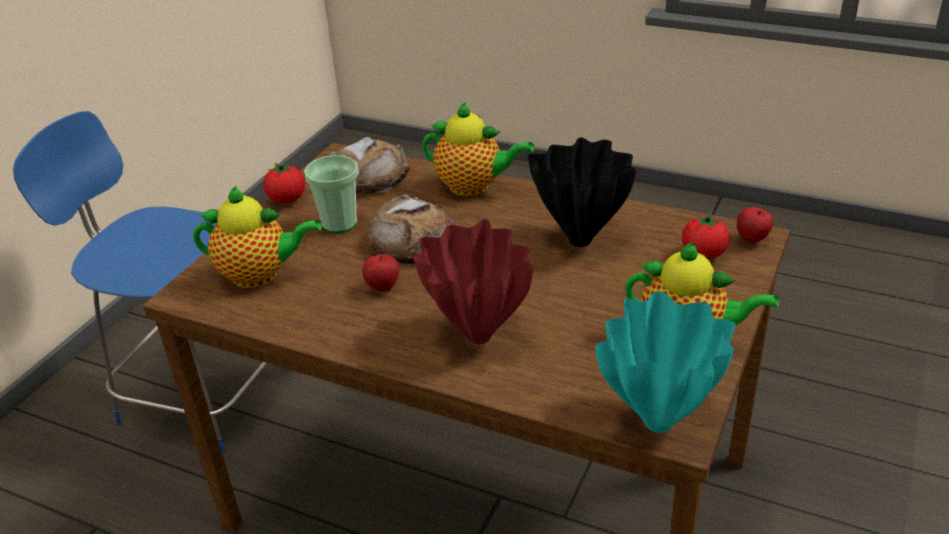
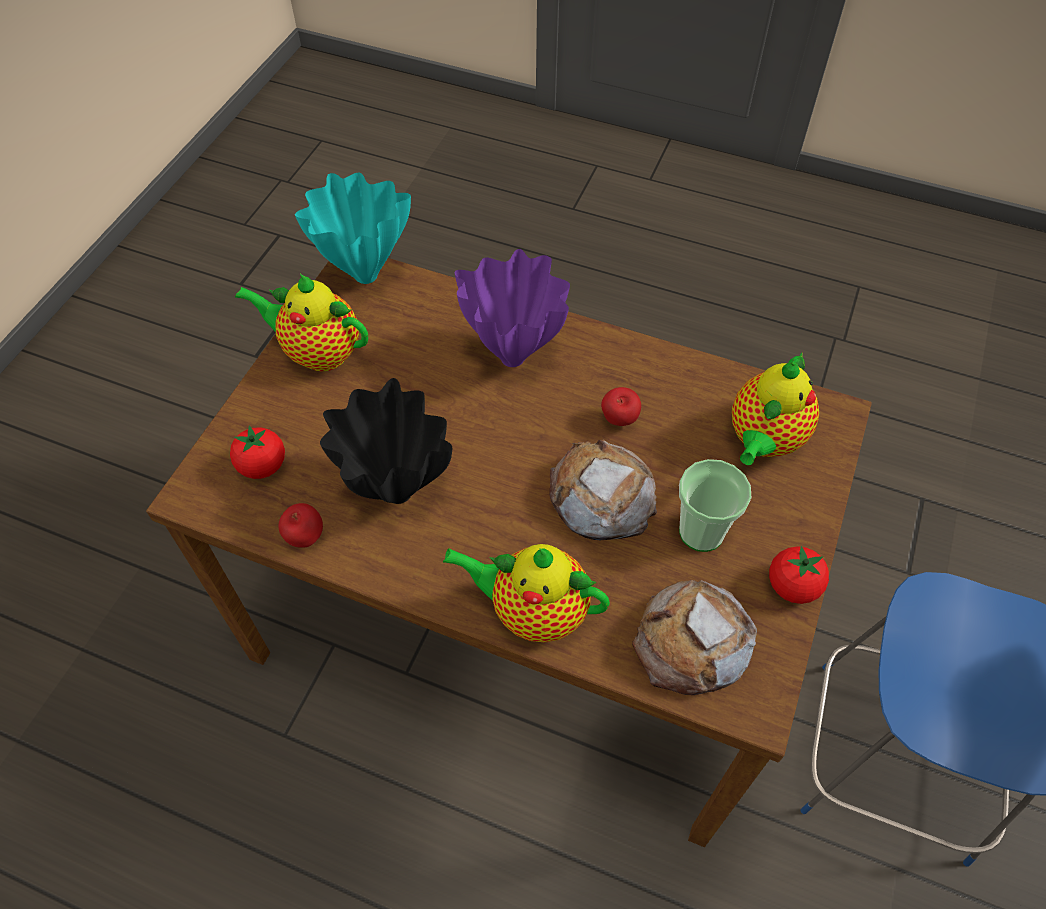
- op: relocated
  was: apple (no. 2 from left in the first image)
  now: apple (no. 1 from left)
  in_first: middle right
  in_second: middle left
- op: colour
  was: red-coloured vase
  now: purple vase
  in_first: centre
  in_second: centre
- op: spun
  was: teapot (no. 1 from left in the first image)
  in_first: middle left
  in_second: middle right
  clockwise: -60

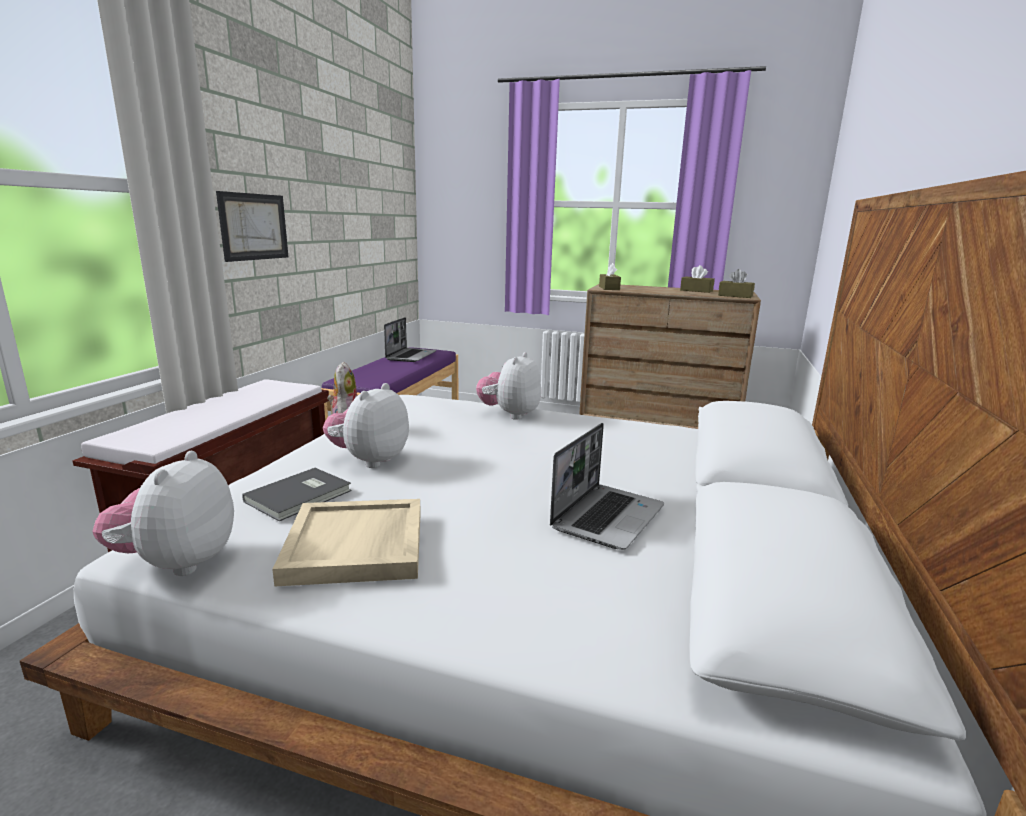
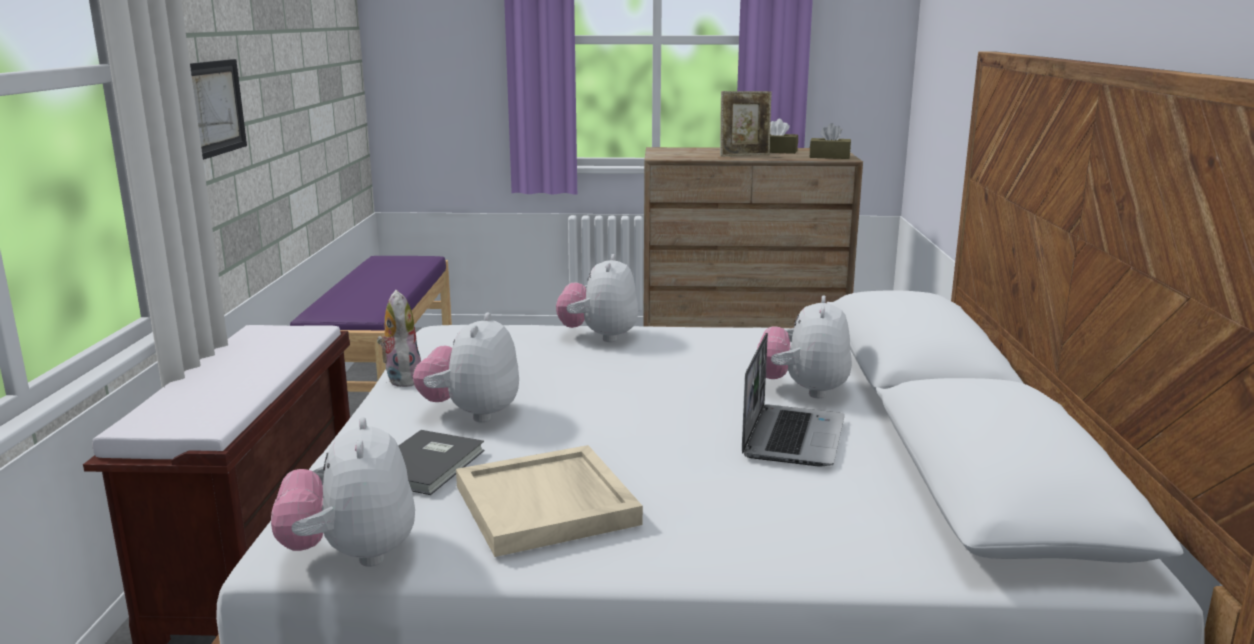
- op: appeared
  now: standing frame
  in_second: top centre
- op: appeared
  now: soft toy (no. 5 from left)
  in_second: centre
- op: missing
  was: portable computer (no. 1 from left)
  in_first: centre
- op: missing
  was: brownish box of tissues (no. 1 from left)
  in_first: centre

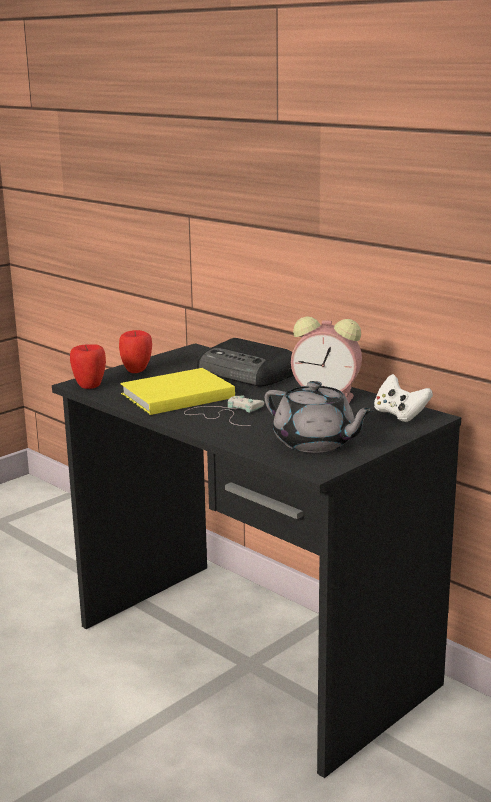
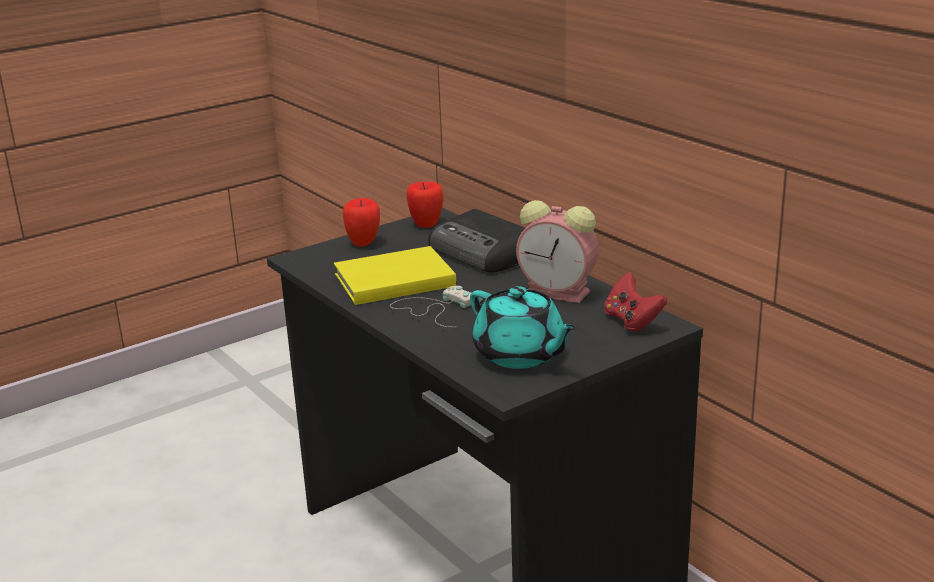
- op: relocated
  was: apple (no. 1 from left in the first image)
  now: apple (no. 2 from left)
  in_first: middle left
  in_second: centre
- op: colour
  was: greyish teapot
  now: turquoise teapot
  in_first: centre
  in_second: centre
- op: colour
  was: white game controller (no. 2 from left)
  now: red-coloured game controller
  in_first: middle right
  in_second: middle right

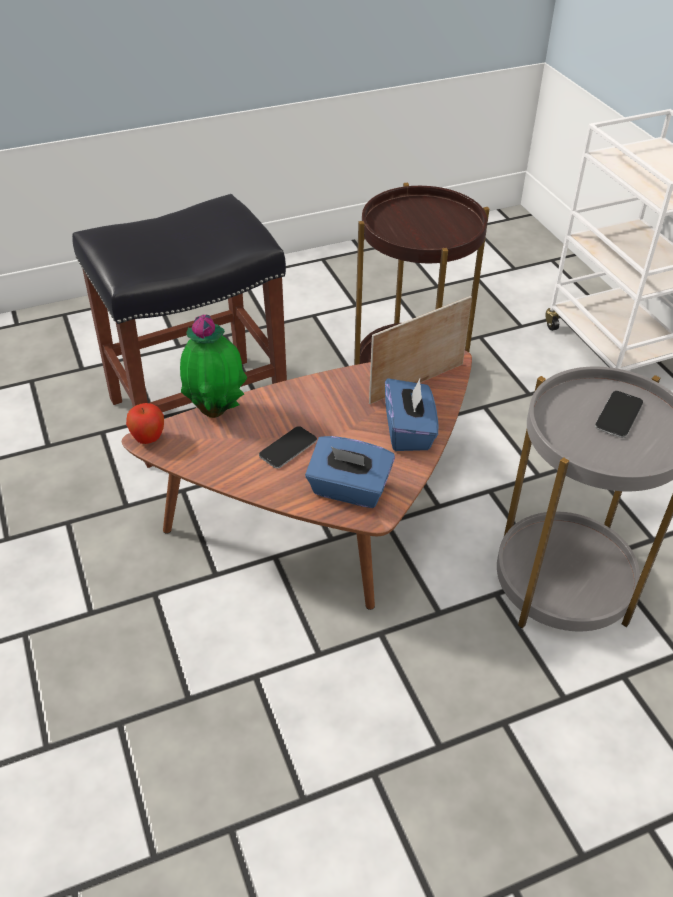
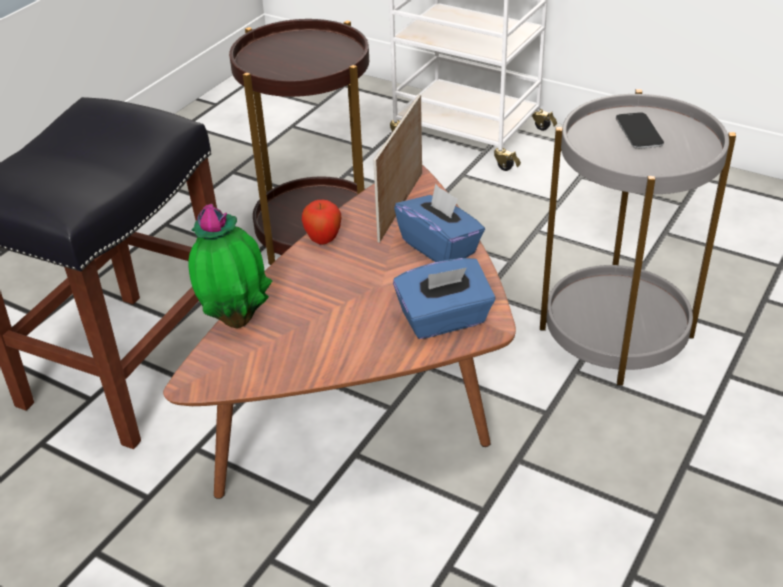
- op: relocated
  was: apple
  in_first: middle left
  in_second: centre
- op: missing
  was: telephone (no. 1 from left)
  in_first: centre

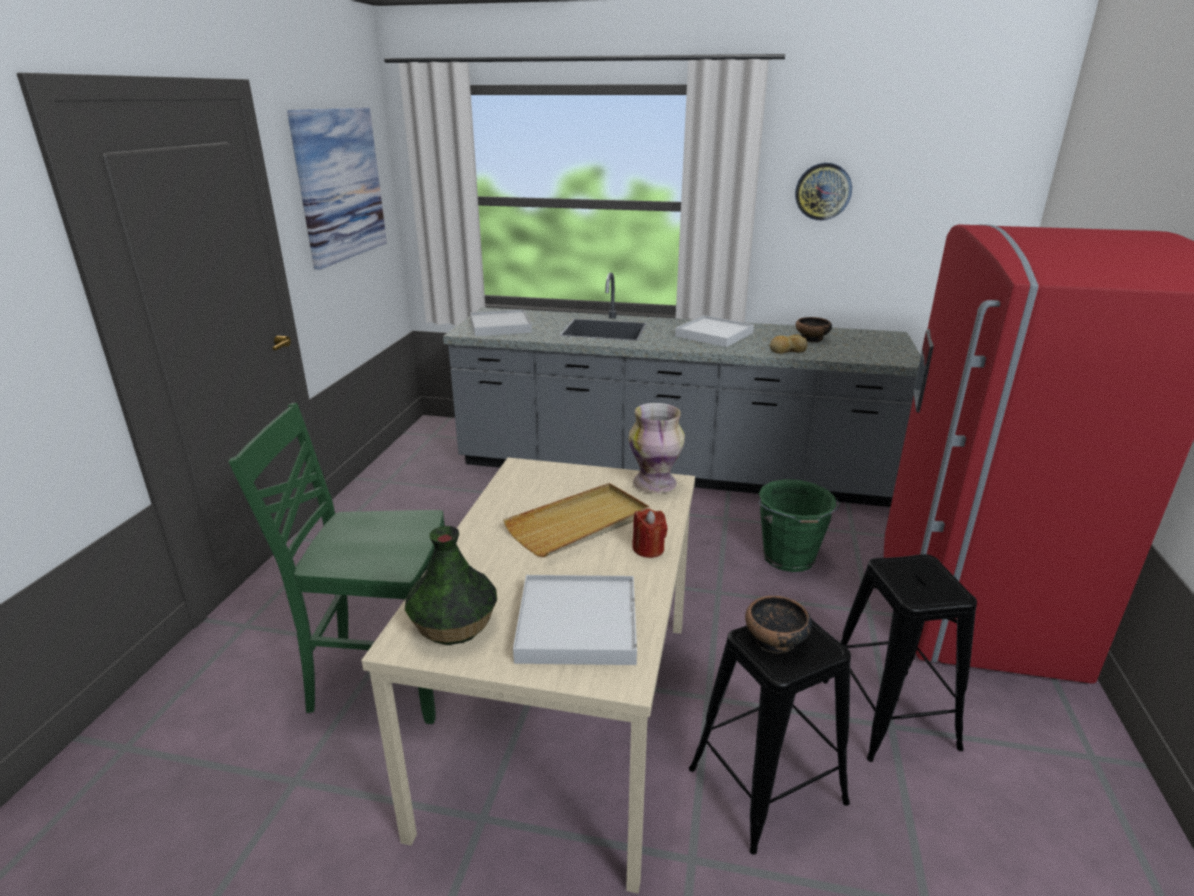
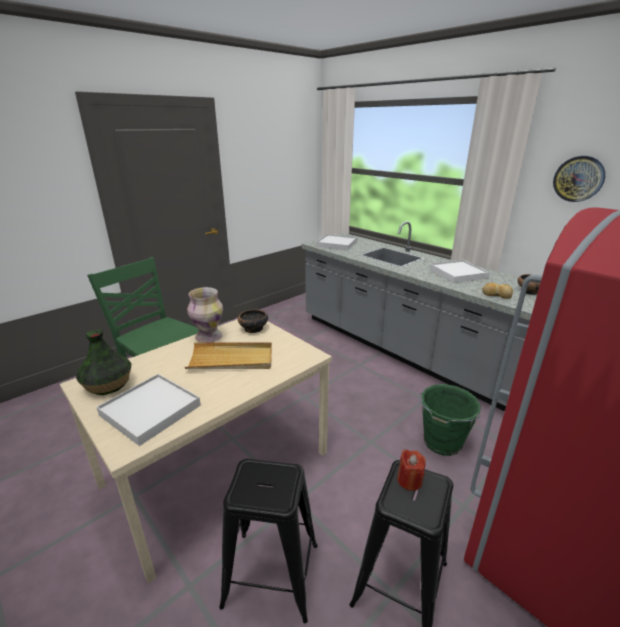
- op: relocated
  was: vase (no. 2 from left)
  in_first: centre
  in_second: middle left
- op: relocated
  was: serving bowl (no. 1 from left)
  in_first: bottom centre
  in_second: centre
- op: relocated
  was: red-coloured candle
  in_first: centre
  in_second: bottom centre
- op: missing
  was: wall picture
  in_first: top left

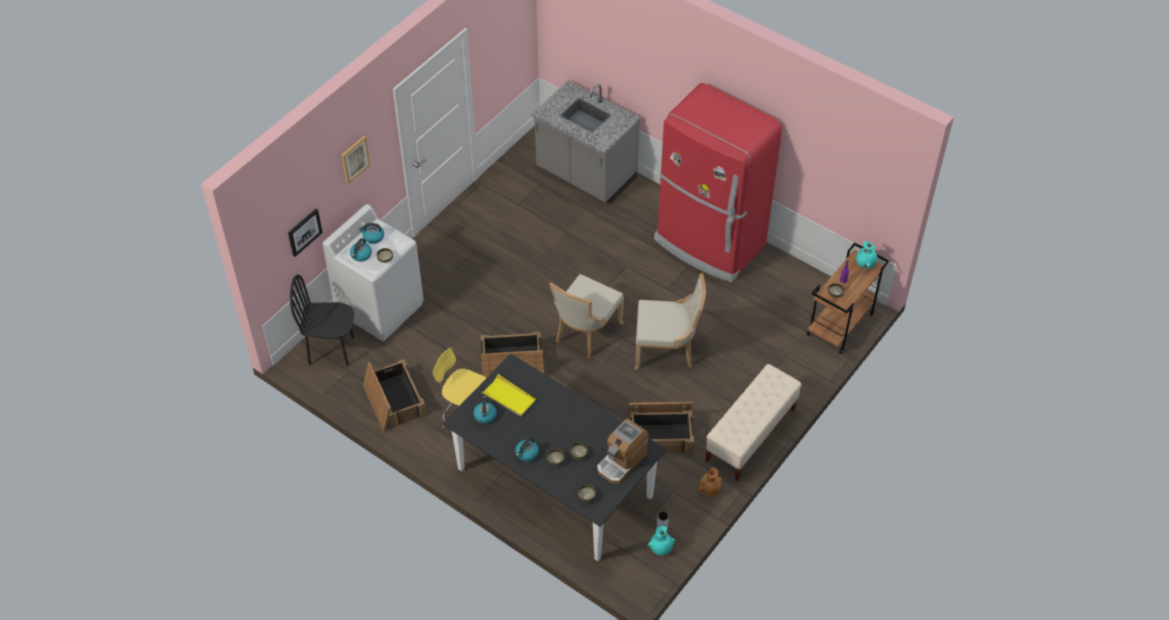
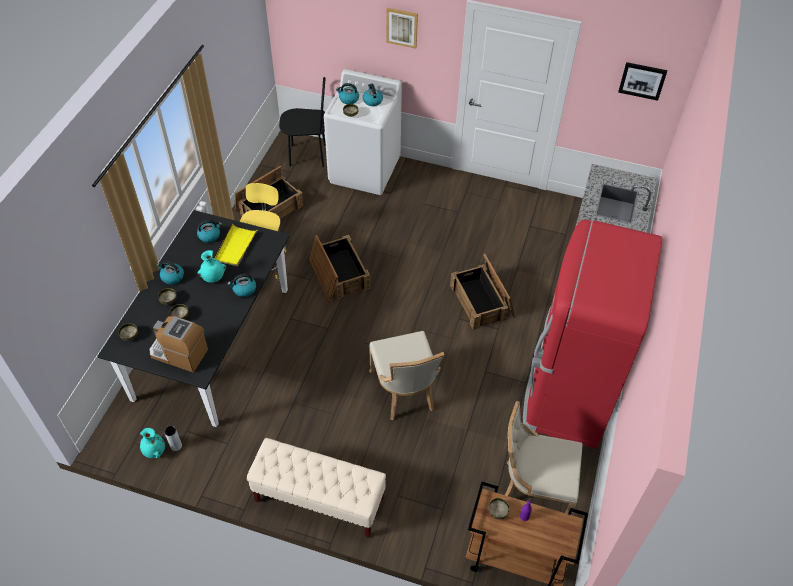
- op: relocated
  was: turquoise vase (no. 2 from left)
  in_first: middle right
  in_second: middle left
- op: appeared
  now: tea kettle (no. 3 from left)
  in_second: middle left
- op: spun
  was: blackish chair
  in_first: middle left
  in_second: top centre
  clockwise: 105
- op: relocated
  was: packing crate (no. 3 from left)
  in_first: bottom centre
  in_second: centre
- op: relocated
  was: sand-coloured chair (no. 1 from left in the first image)
  now: sand-coloured chair (no. 2 from left)
  in_first: centre
  in_second: bottom right
- op: relocated
  was: wall picture (no. 1 from left in the first image)
  now: wall picture (no. 2 from left)
  in_first: middle left
  in_second: top right
- op: missing
  was: brownish vase
  in_first: bottom centre

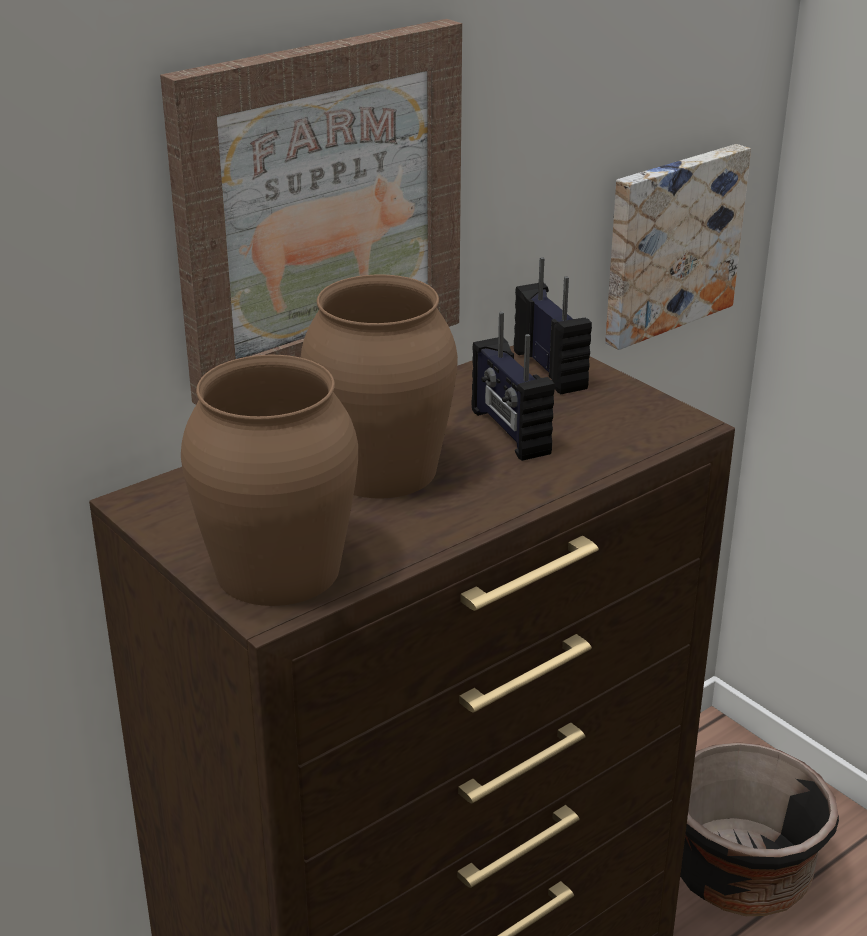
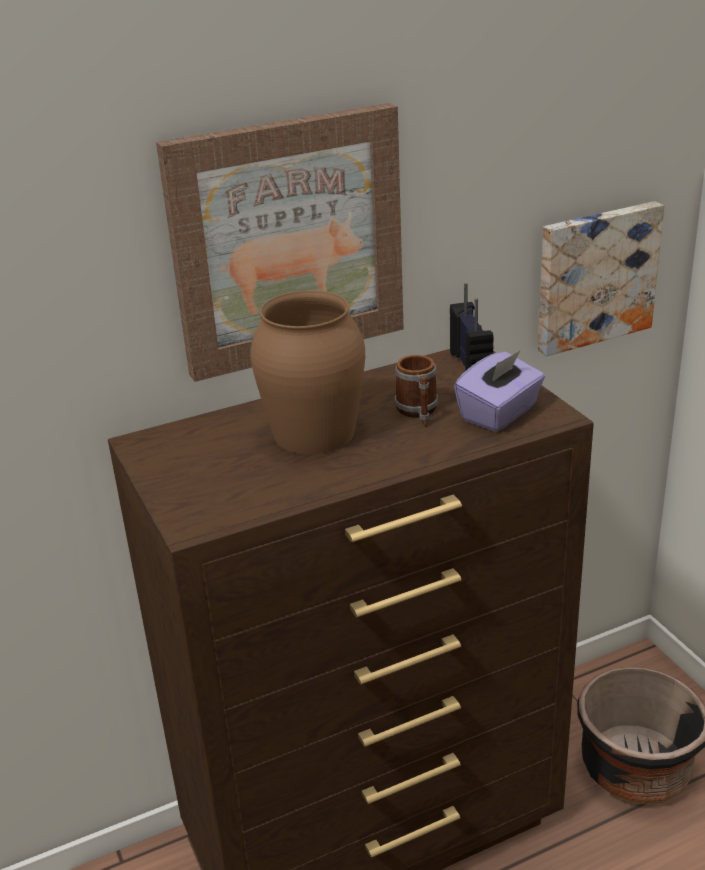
- op: exchanged
  was: radio set (no. 1 from left)
  now: coffee mug
  in_first: centre
  in_second: centre
- op: appeared
  now: purple box of tissues
  in_second: middle right
- op: missing
  was: brownish vase (no. 1 from left)
  in_first: middle left

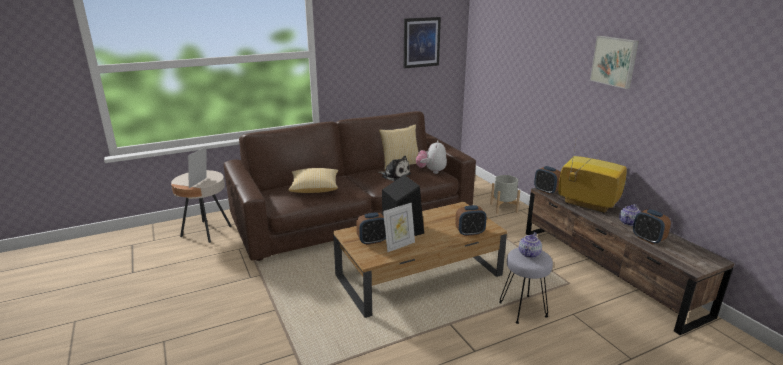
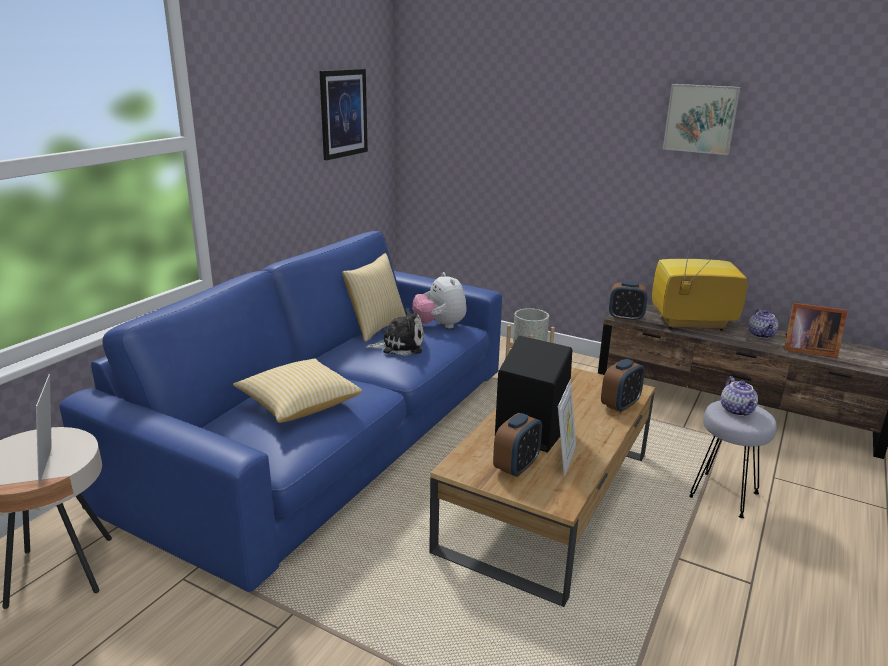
- op: colour
  was: brownish couch
  now: bluish couch
  in_first: centre
  in_second: middle left
- op: exchanged
  was: table clock (no. 4 from left)
  now: standing frame (no. 3 from left)
  in_first: middle right
  in_second: middle right

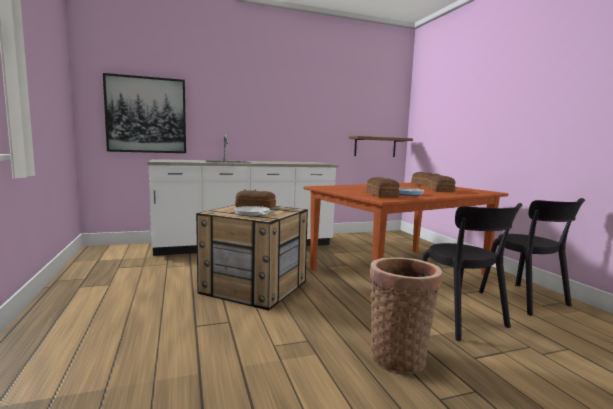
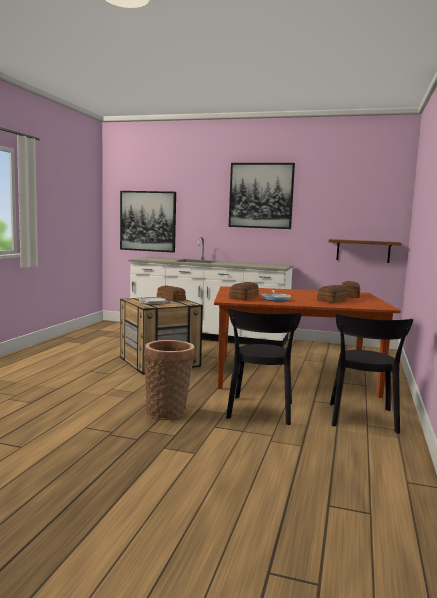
- op: appeared
  now: wall picture (no. 2 from left)
  in_second: top centre

